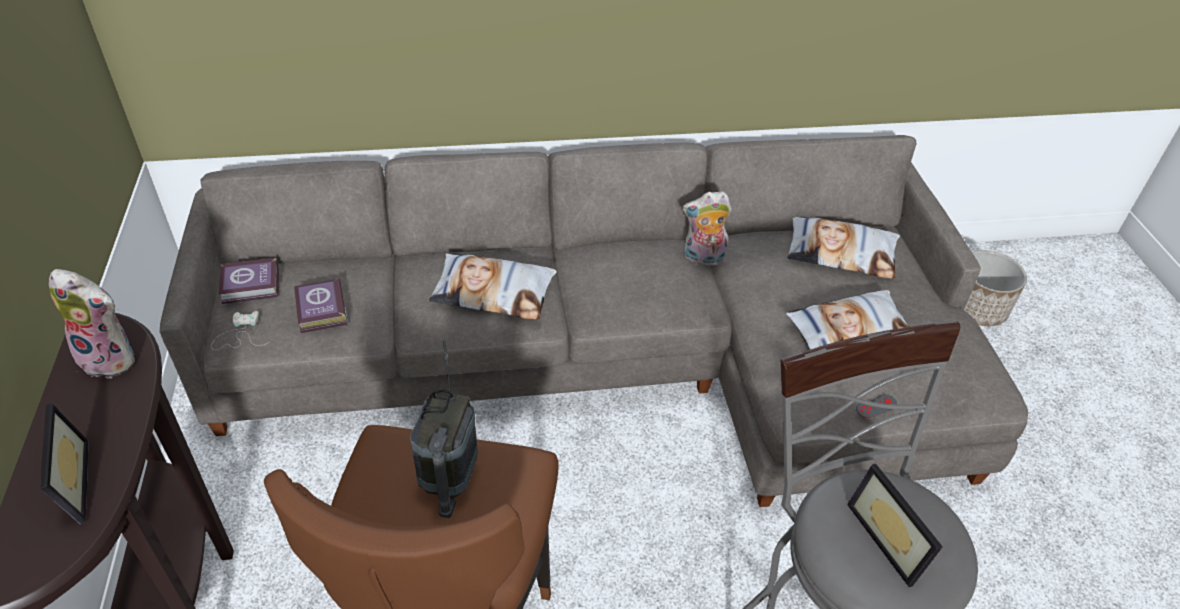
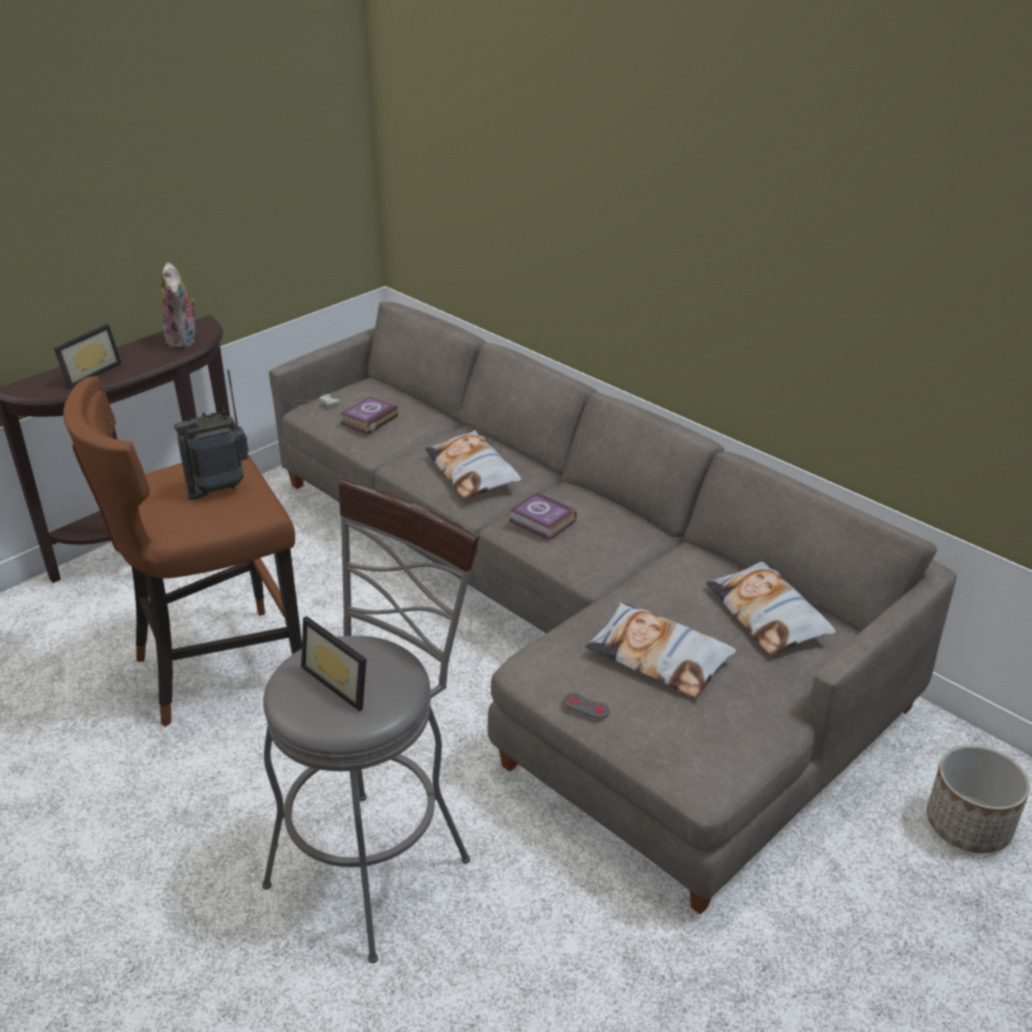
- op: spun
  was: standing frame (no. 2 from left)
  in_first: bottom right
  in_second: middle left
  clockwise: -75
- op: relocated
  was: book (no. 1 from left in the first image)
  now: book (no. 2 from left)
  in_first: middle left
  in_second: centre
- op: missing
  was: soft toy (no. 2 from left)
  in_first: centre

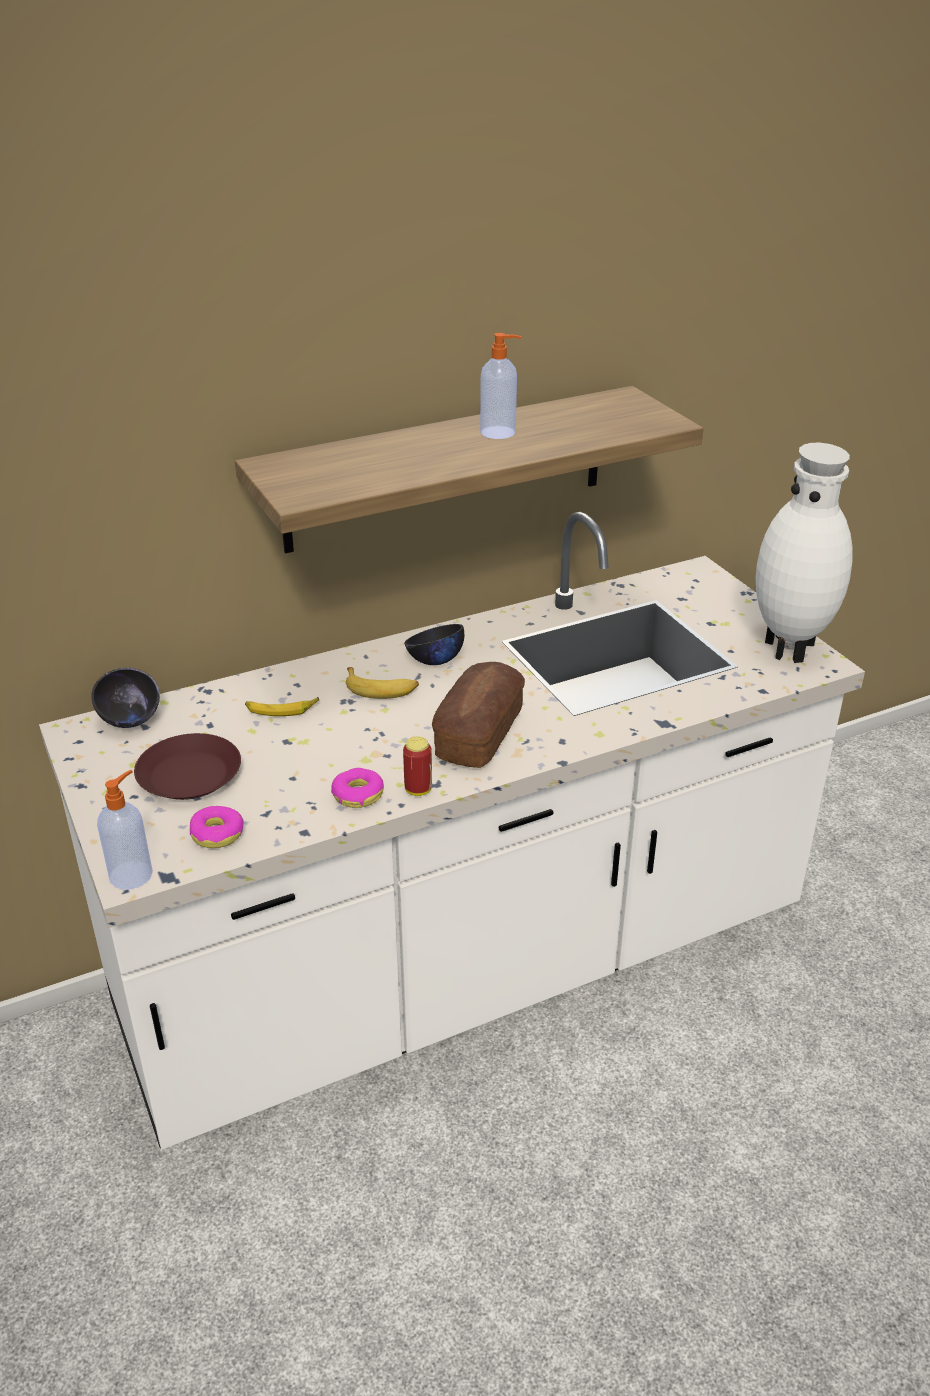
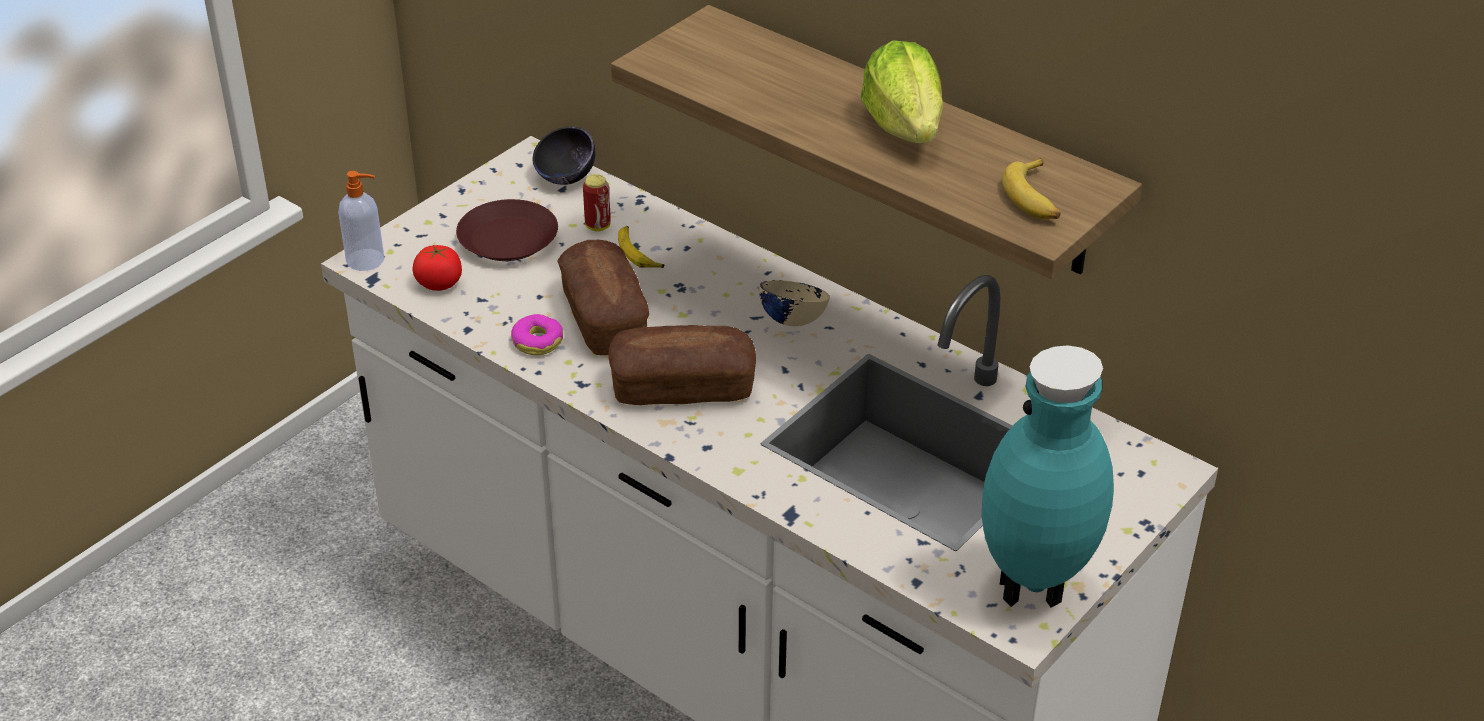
- op: exchanged
  was: ring doughnut (no. 1 from left)
  now: fresh tomato
  in_first: middle left
  in_second: middle left
- op: appeared
  now: bakery bread (no. 1 from left)
  in_second: centre
- op: relocated
  was: can
  in_first: centre
  in_second: top centre
- op: colour
  was: blackish serving bowl (no. 2 from left)
  now: sand-coloured serving bowl
  in_first: centre
  in_second: centre
- op: exchanged
  was: liquid soap bottle (no. 2 from left)
  now: head of lettuce
  in_first: top centre
  in_second: top centre
- op: colour
  was: white vase
  now: turquoise vase
  in_first: middle right
  in_second: middle right
- op: relocated
  was: banana (no. 2 from left)
  in_first: centre
  in_second: top right

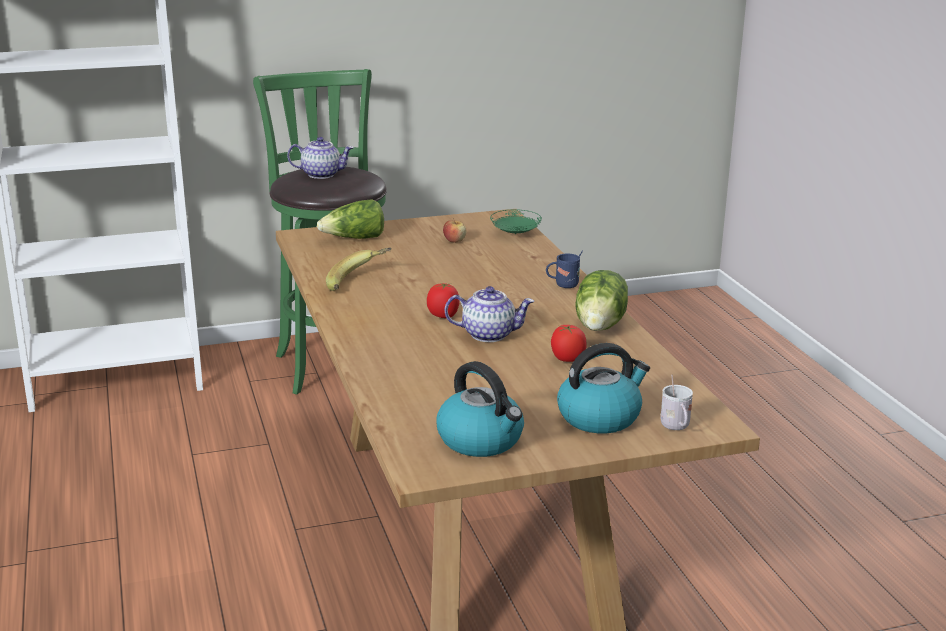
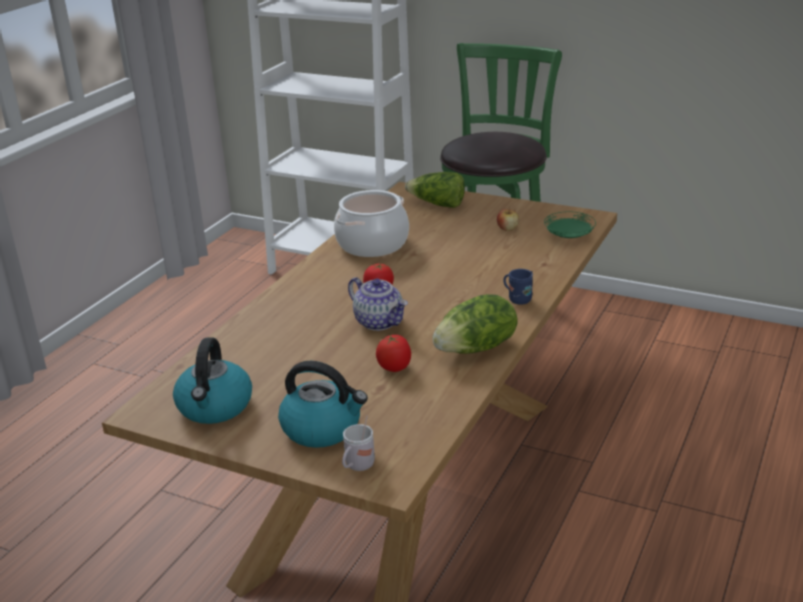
- op: exchanged
  was: banana
  now: cooking pot
  in_first: centre
  in_second: centre
- op: missing
  was: teapot (no. 1 from left)
  in_first: top centre

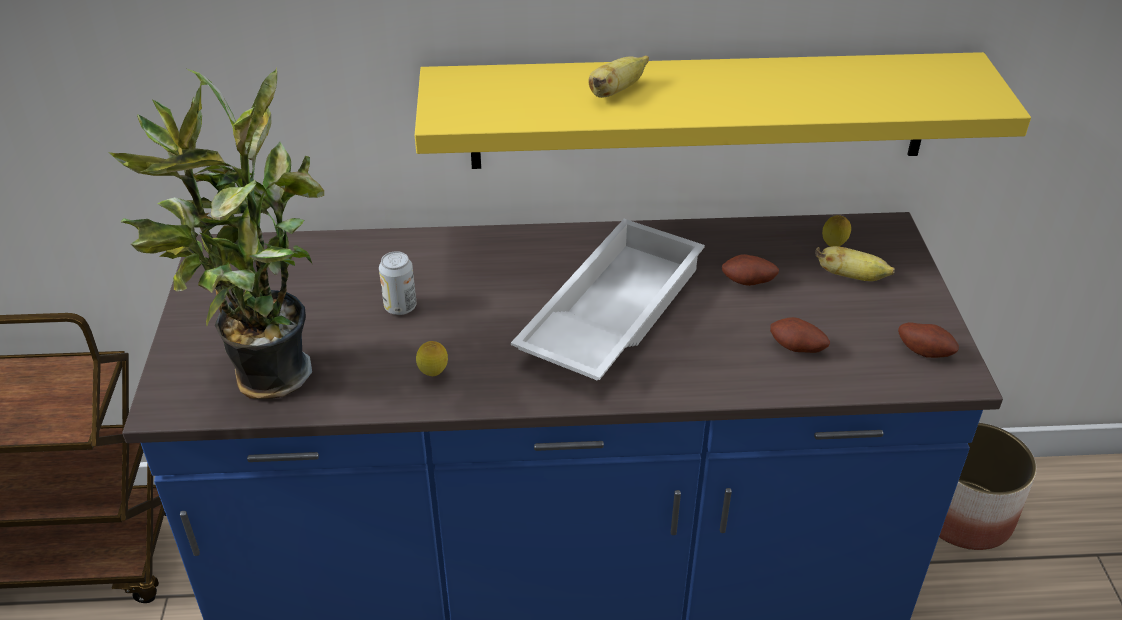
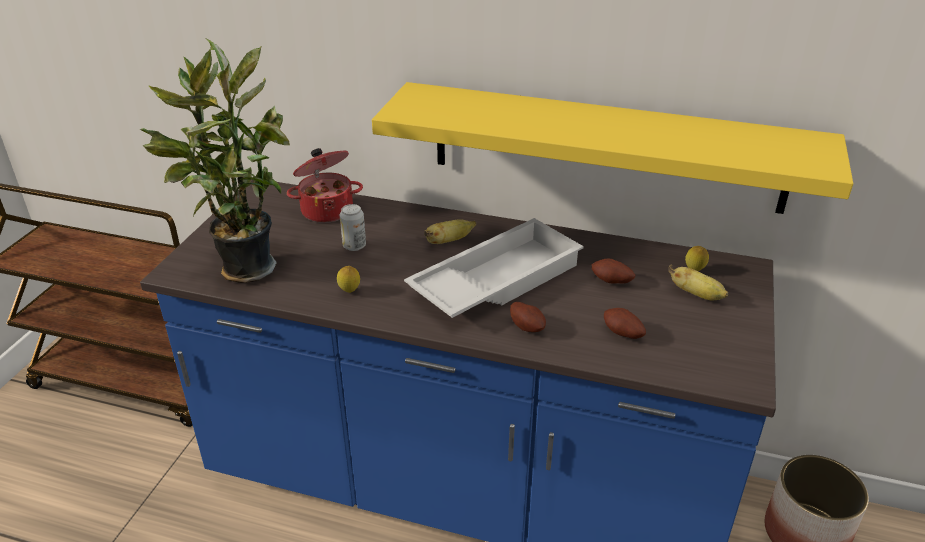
- op: appeared
  now: cooking pot
  in_second: centre
- op: relocated
  was: banana (no. 1 from left)
  in_first: top centre
  in_second: centre
- op: relocated
  was: potato (no. 3 from left in the first image)
  now: potato (no. 1 from left)
  in_first: middle right
  in_second: centre

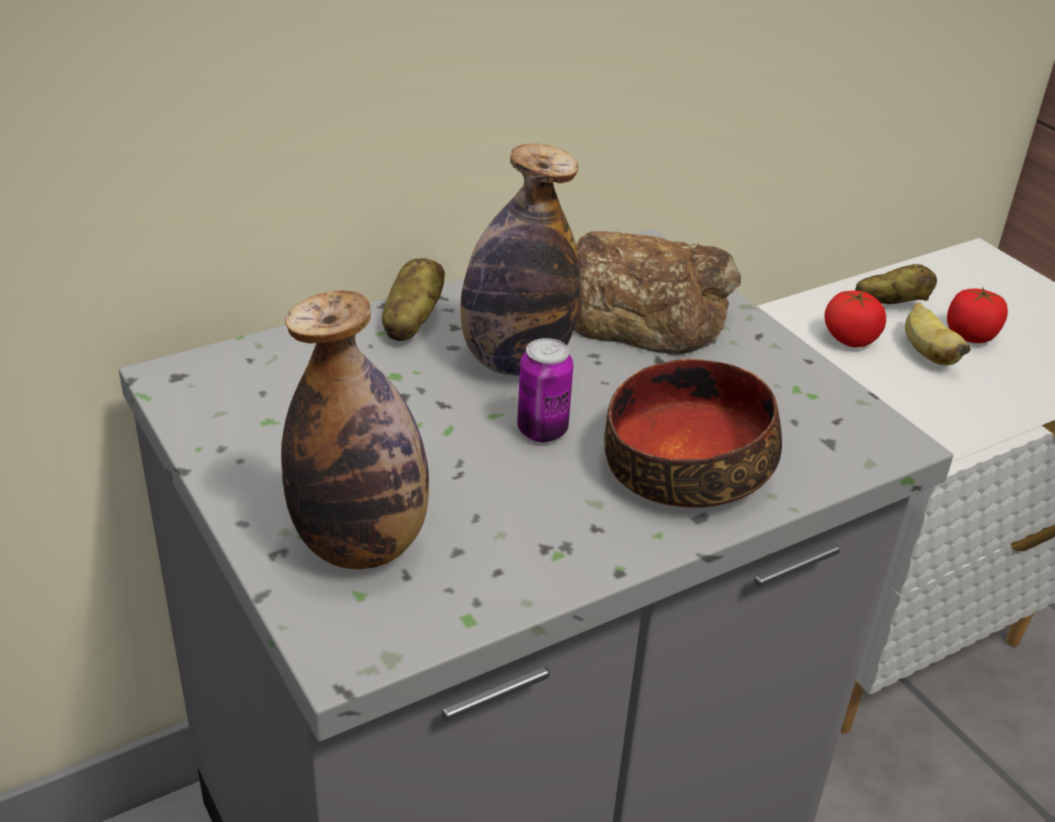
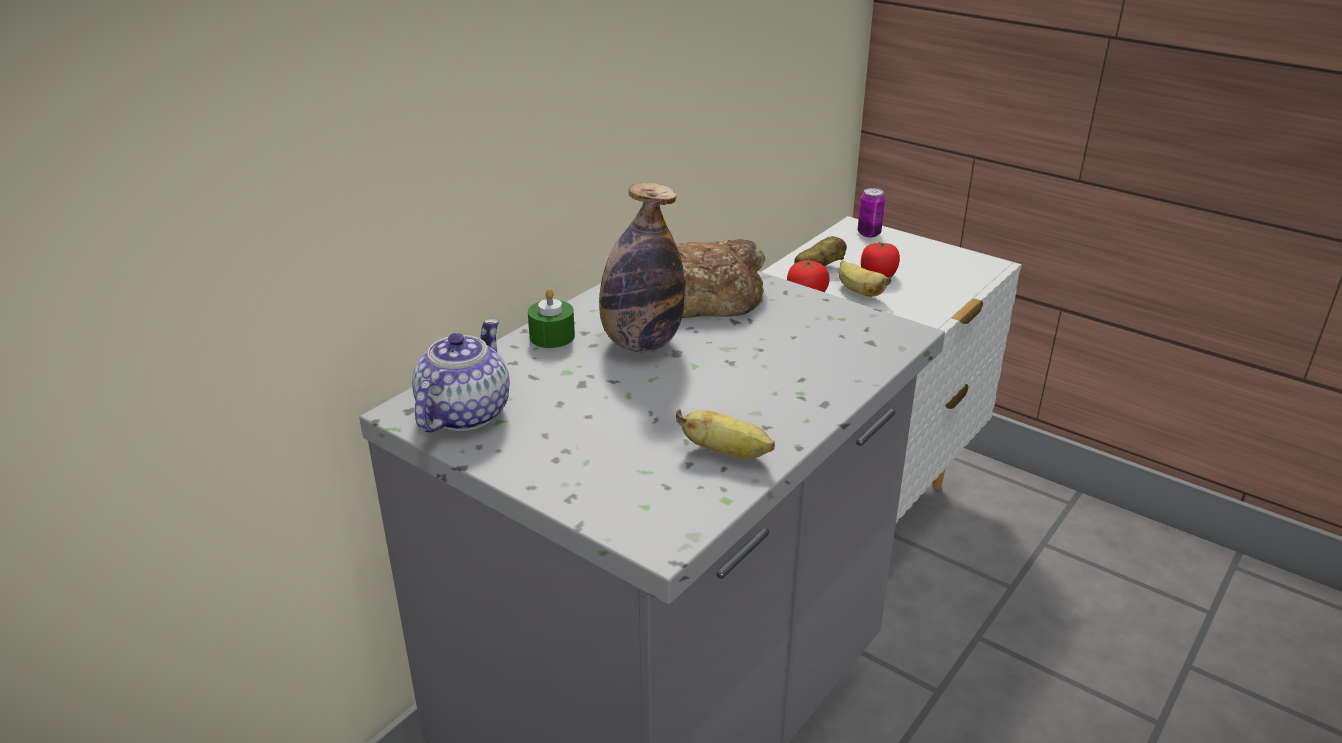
- op: appeared
  now: teapot
  in_second: centre
- op: exchanged
  was: potato (no. 1 from left)
  now: green candle
  in_first: centre
  in_second: centre
- op: appeared
  now: banana (no. 1 from left)
  in_second: centre
- op: relocated
  was: can
  in_first: centre
  in_second: top centre
- op: missing
  was: beverage bottle (no. 1 from left)
  in_first: centre
- op: missing
  was: serving bowl
  in_first: centre

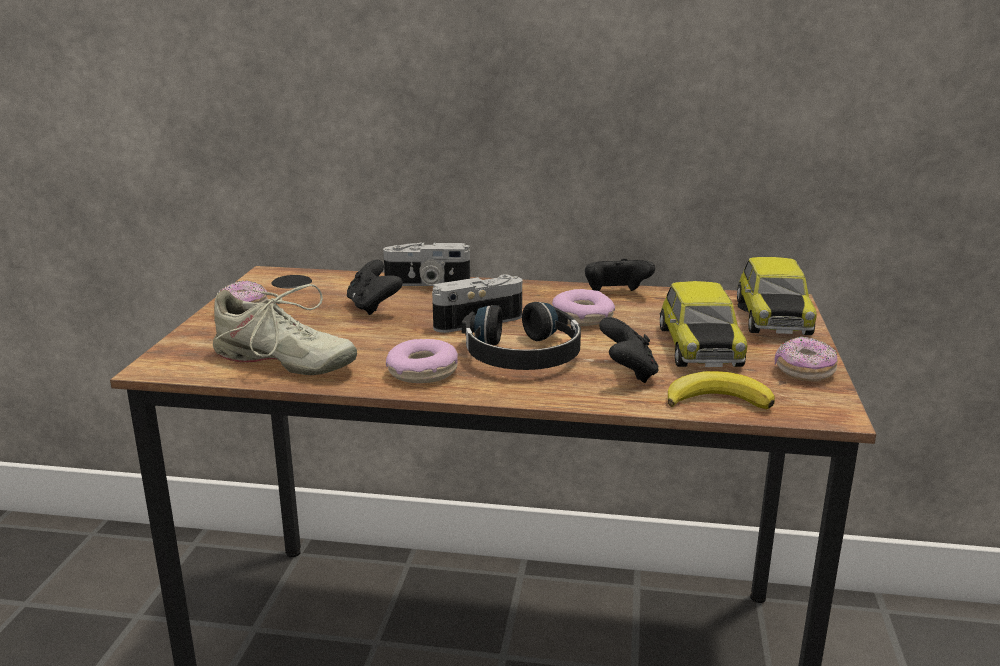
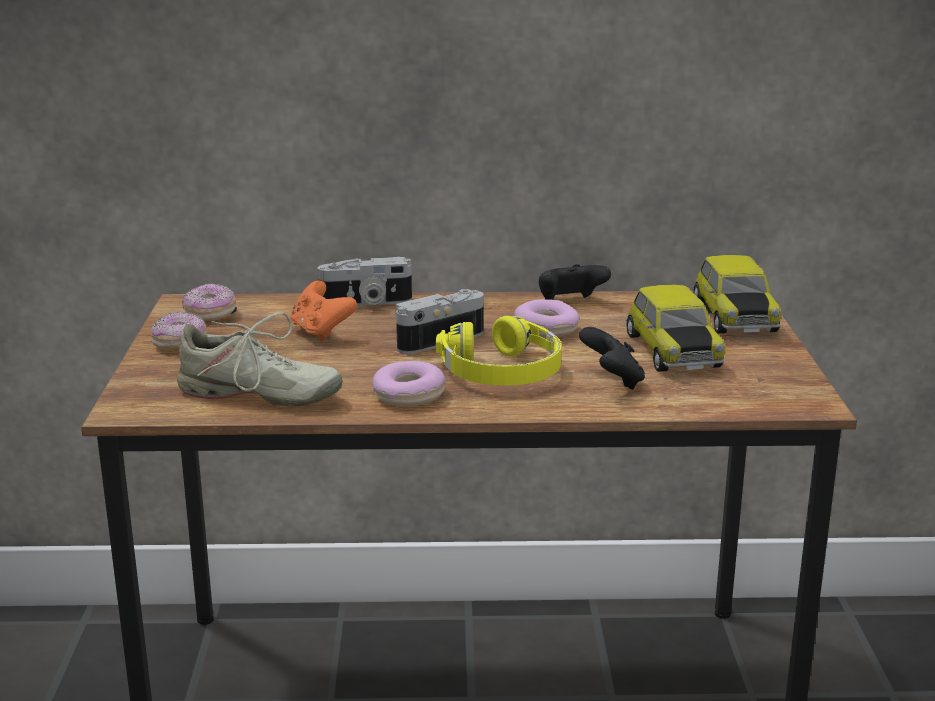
- op: relocated
  was: ring doughnut (no. 4 from left in the first image)
  now: ring doughnut (no. 2 from left)
  in_first: middle right
  in_second: middle left
- op: colour
  was: blackish game controller (no. 1 from left)
  now: orangey game controller
  in_first: centre
  in_second: centre
- op: colour
  was: blackish headphones
  now: yellowish headphones
  in_first: centre
  in_second: centre
- op: missing
  was: banana
  in_first: middle right

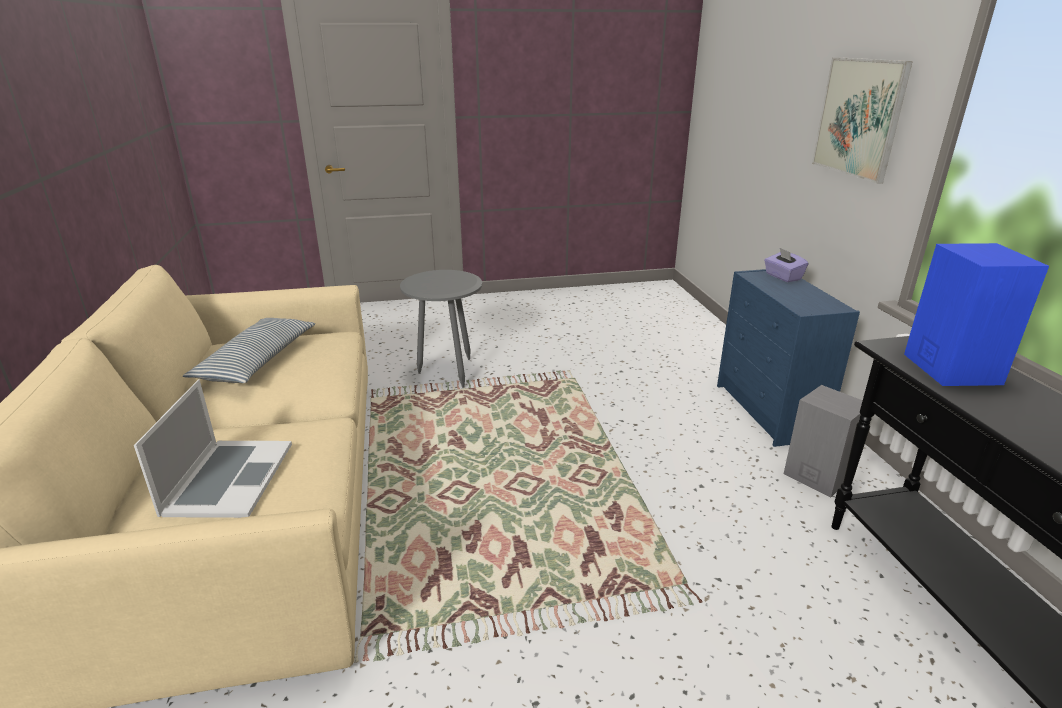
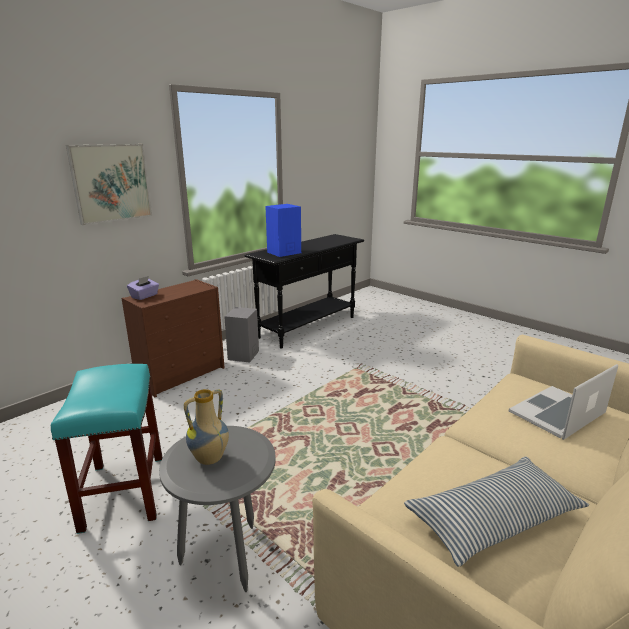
- op: appeared
  now: turquoise stool seat
  in_second: bottom left
- op: colour
  was: bluish drawer chest
  now: brownish drawer chest
  in_first: middle right
  in_second: middle left
- op: appeared
  now: vase
  in_second: bottom left

